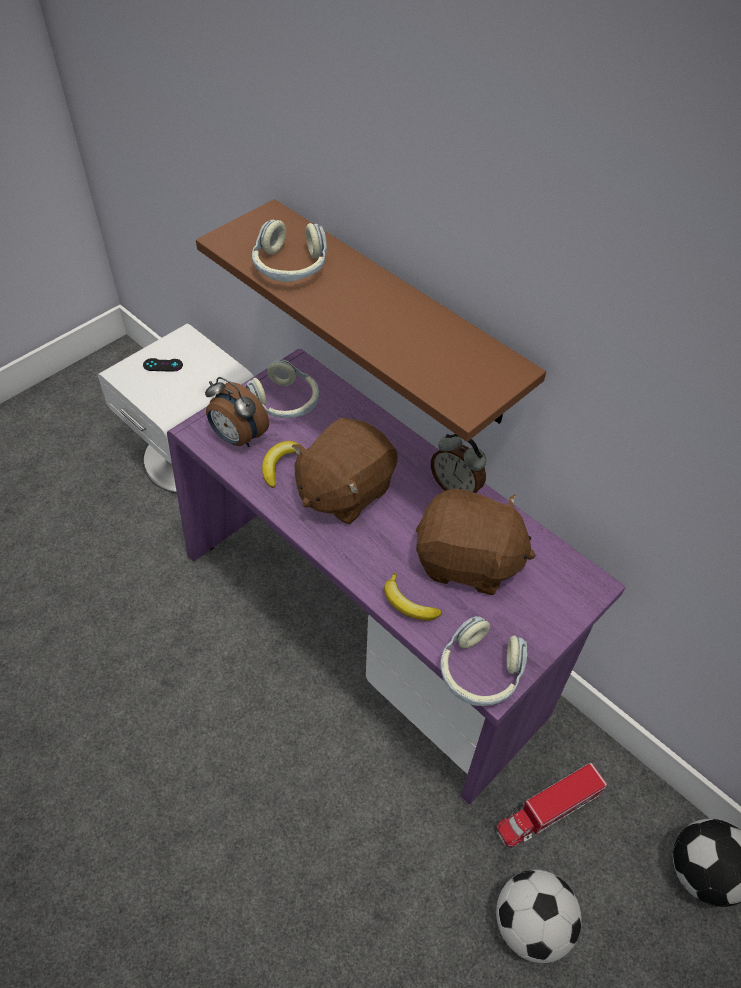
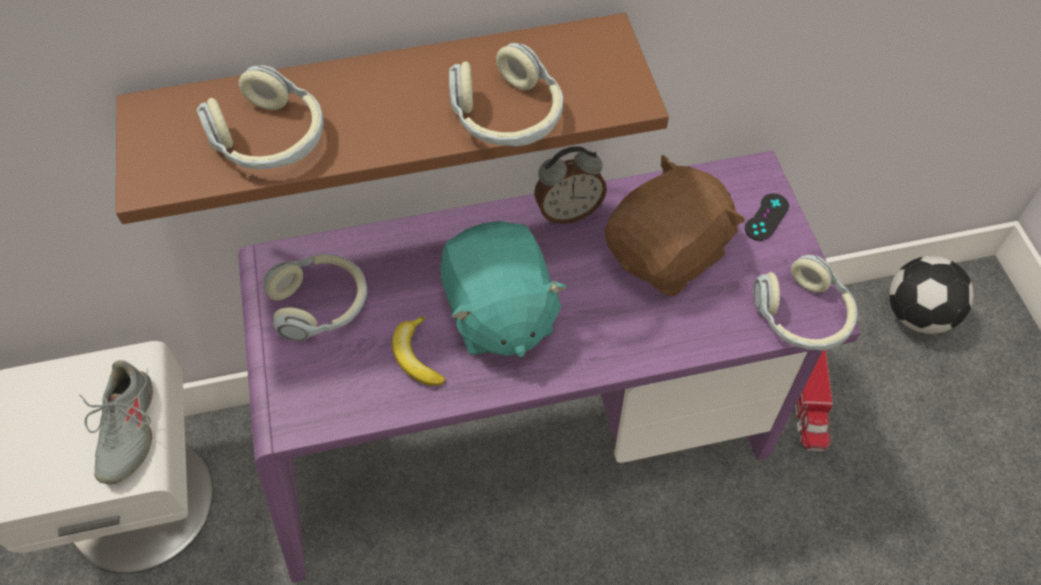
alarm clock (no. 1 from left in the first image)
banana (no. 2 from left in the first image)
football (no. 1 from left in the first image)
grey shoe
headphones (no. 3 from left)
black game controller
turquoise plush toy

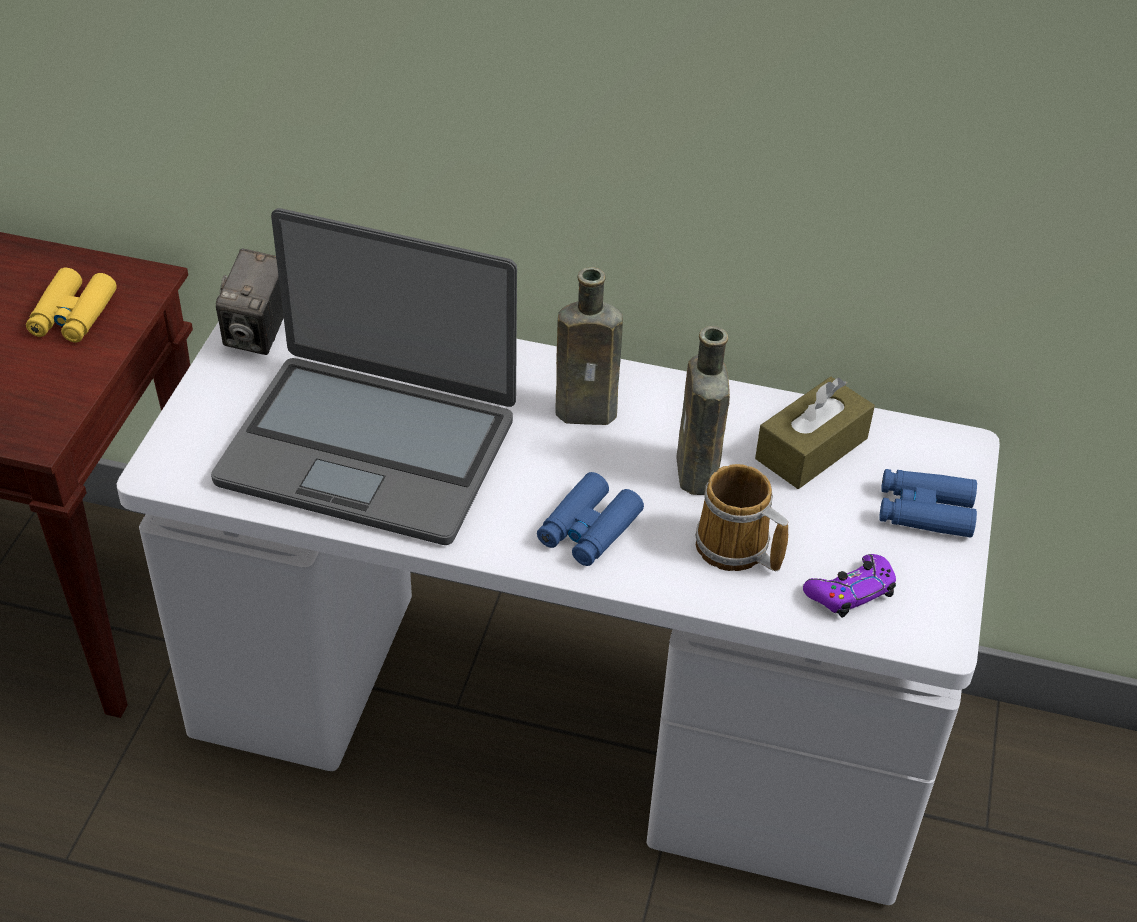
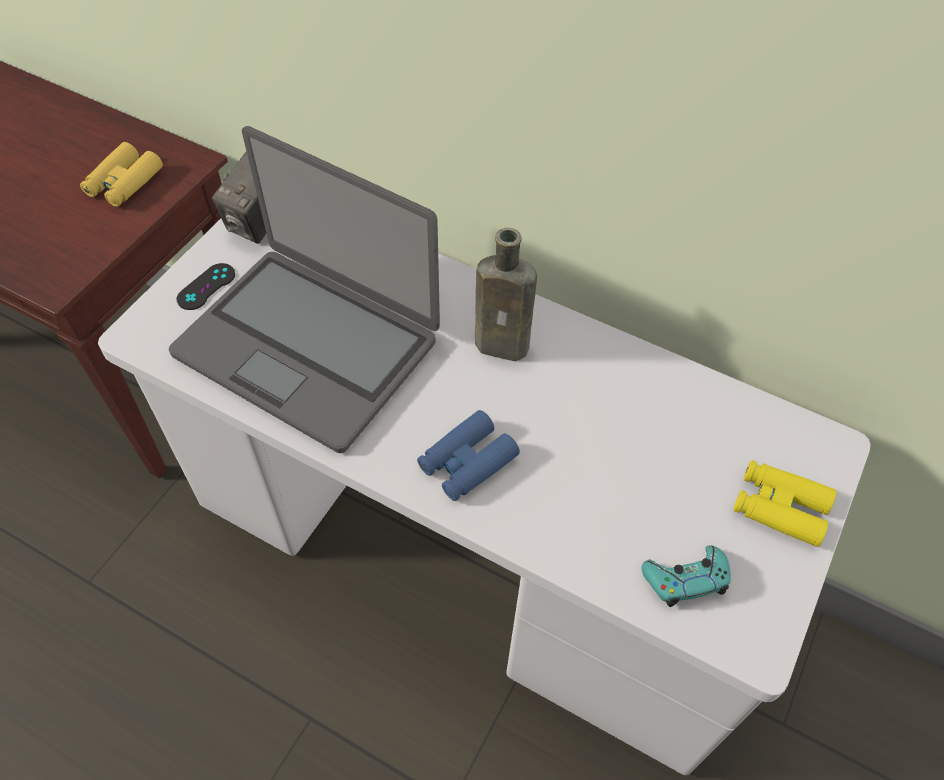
brown bottle (no. 2 from left in the first image)
mug
brown tissue box
black game controller
turquoise game controller
yellow binoculars (no. 2 from left)

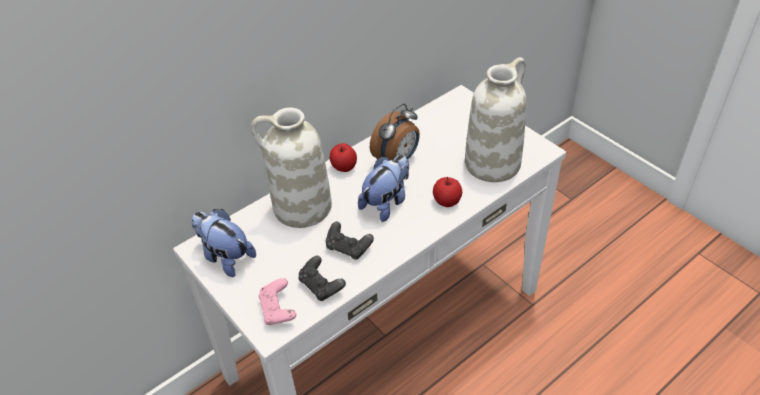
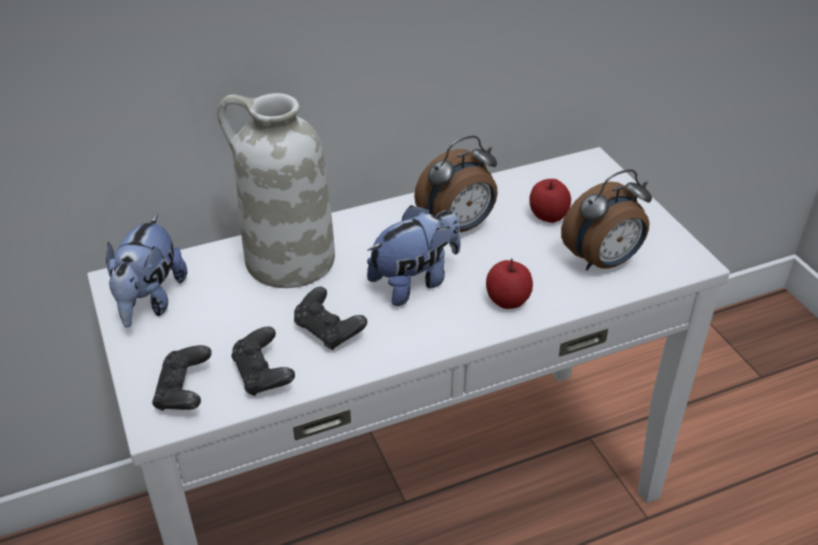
apple (no. 2 from left)
alarm clock (no. 2 from left)
black game controller (no. 1 from left)
plush toy (no. 1 from left)

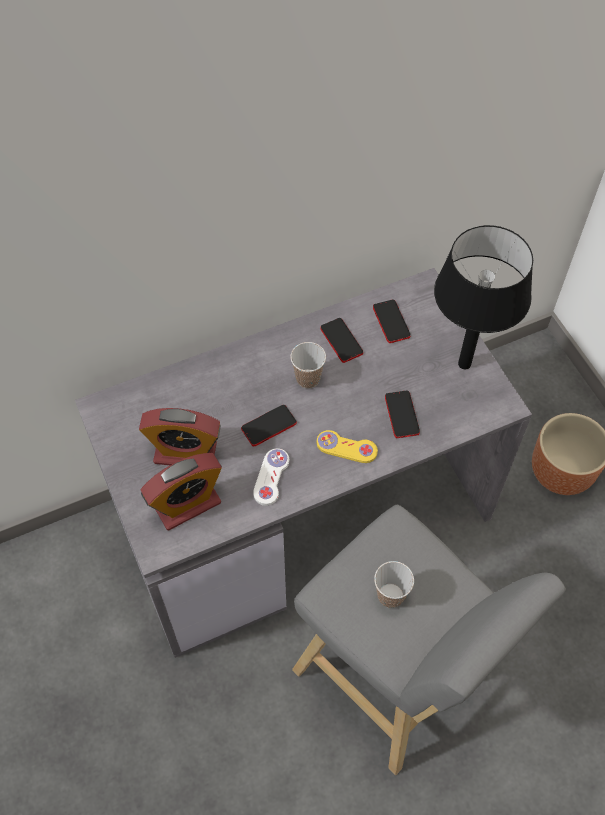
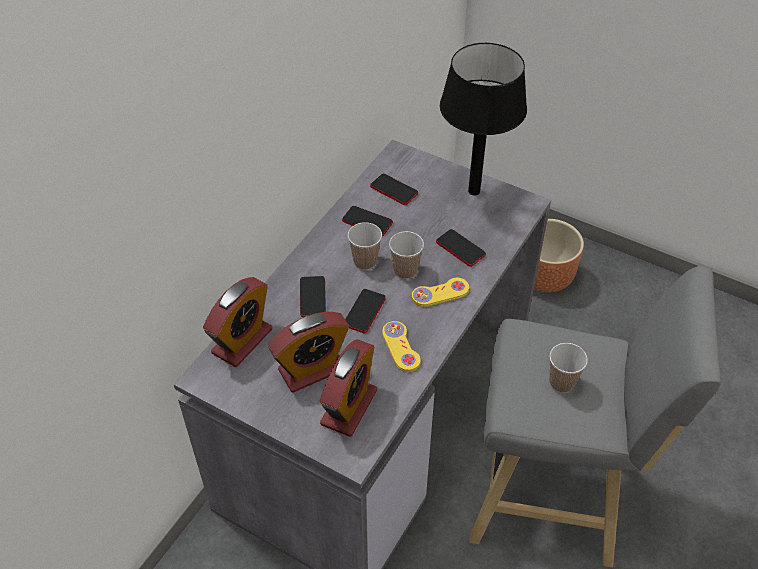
alarm clock (no. 1 from left)
phone (no. 1 from left)
cup (no. 2 from left)
yellow game controller (no. 1 from left)

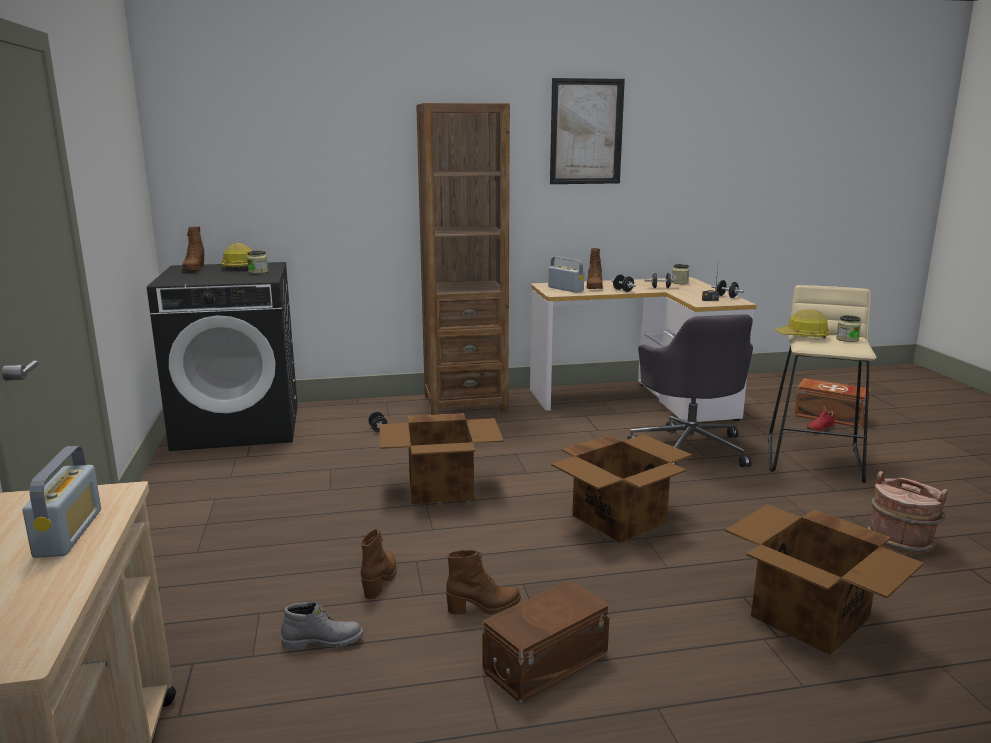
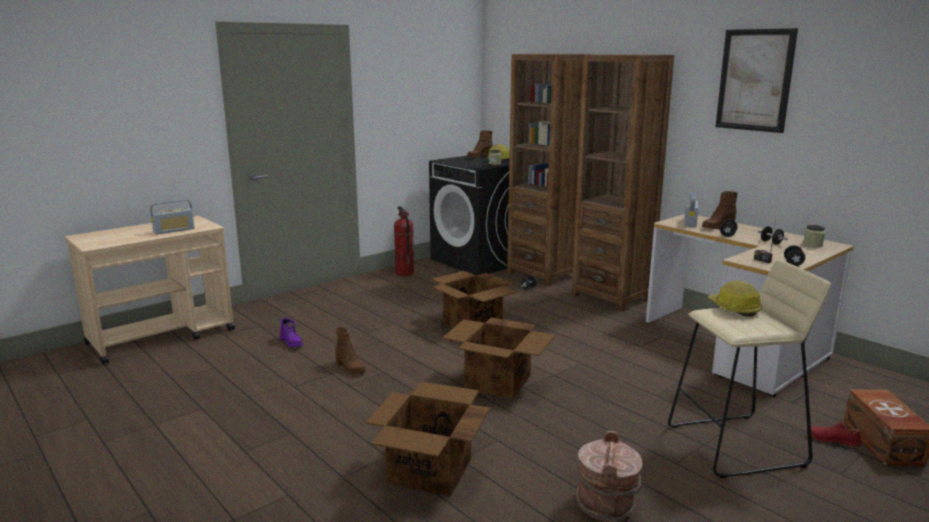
brown boot (no. 2 from left in the first image)
brown storage box (no. 1 from left in the first image)
grey office chair
jar (no. 3 from left in the first image)
fire extinguisher
brown bookcase (no. 1 from left)
purple boot

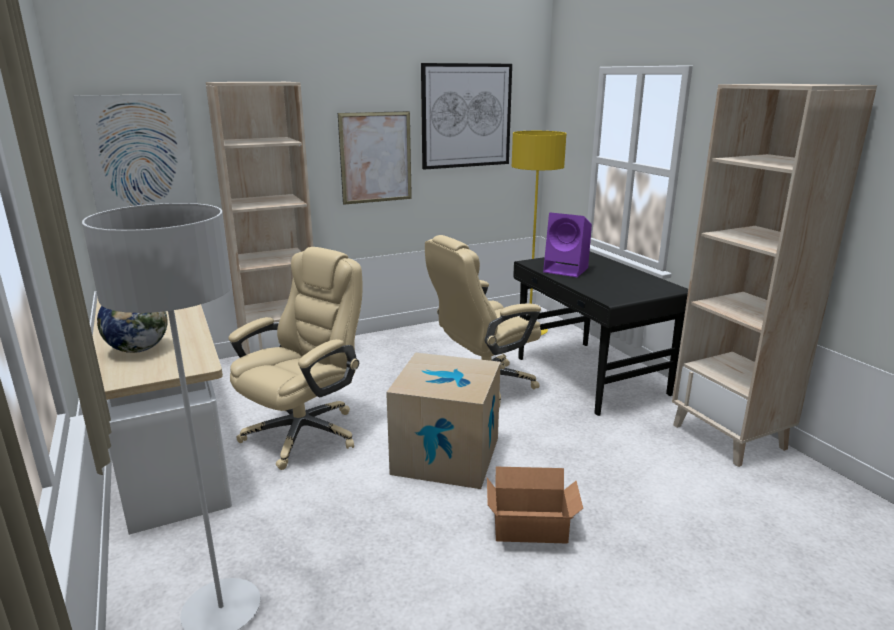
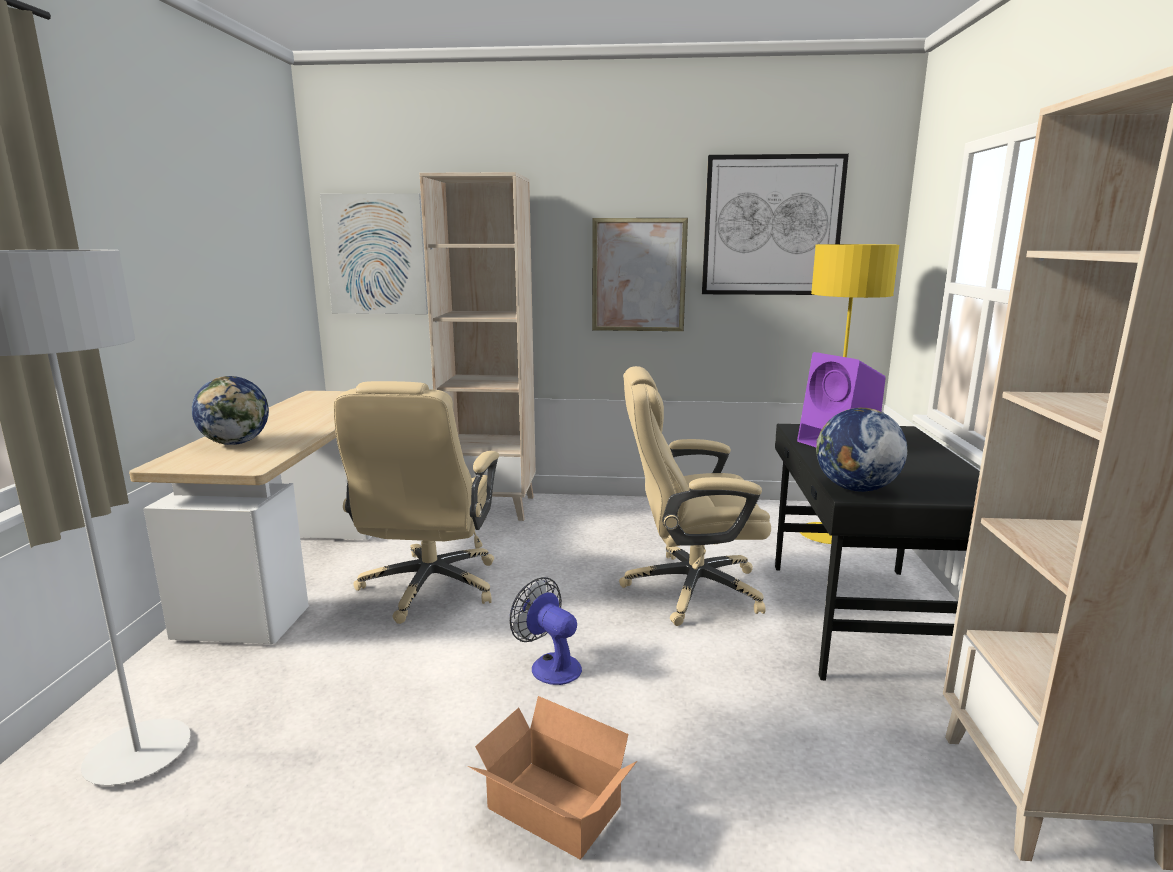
globe (no. 2 from left)
fan
beige office chair (no. 1 from left)

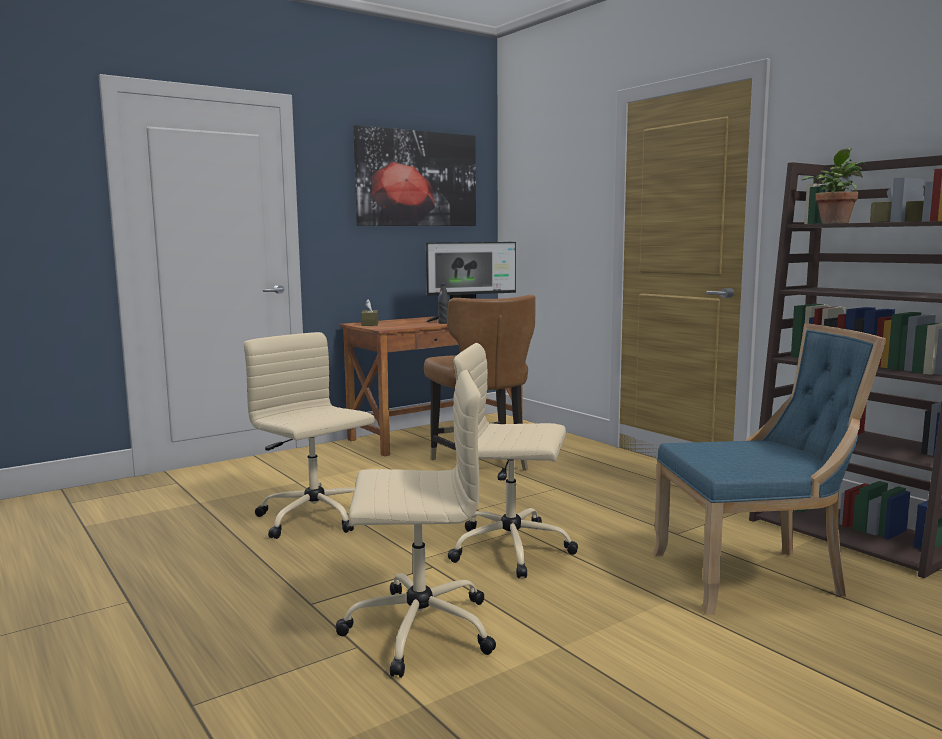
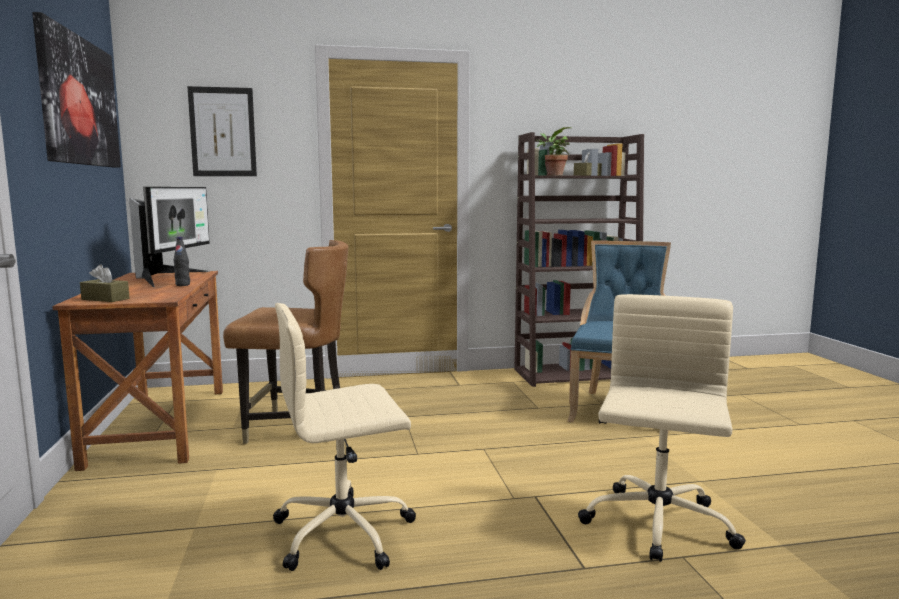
beige office chair (no. 3 from left in the first image)
picture (no. 2 from left)

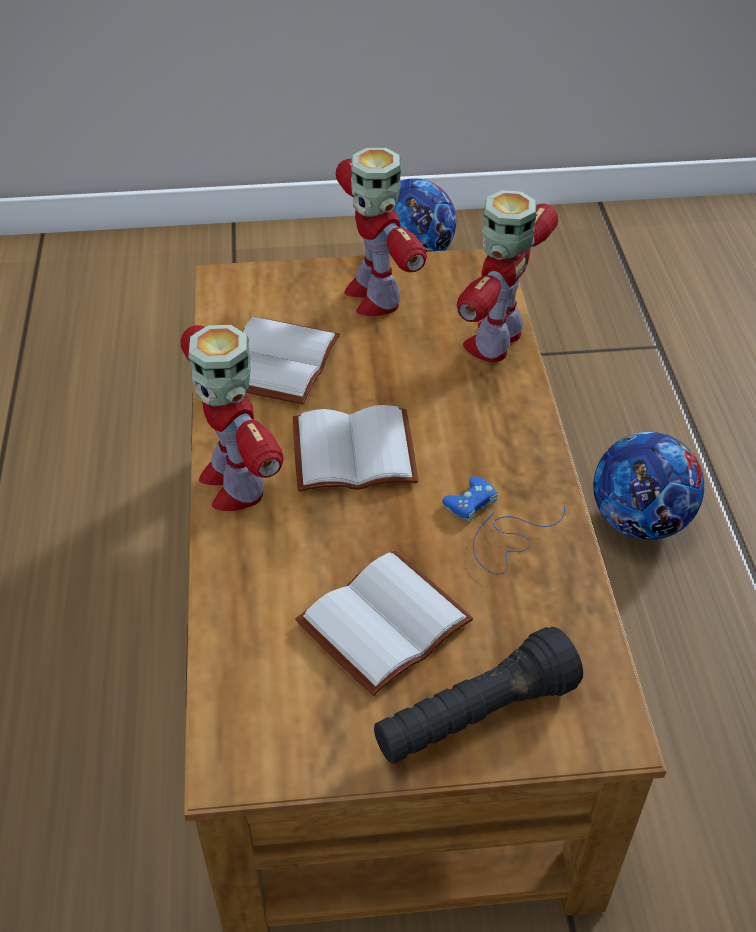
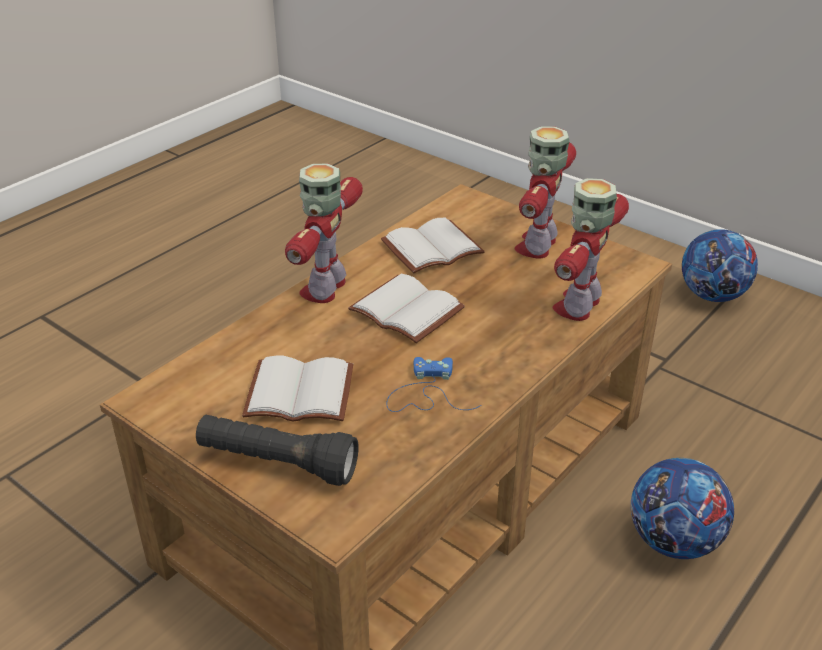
toy robot (no. 3 from left)

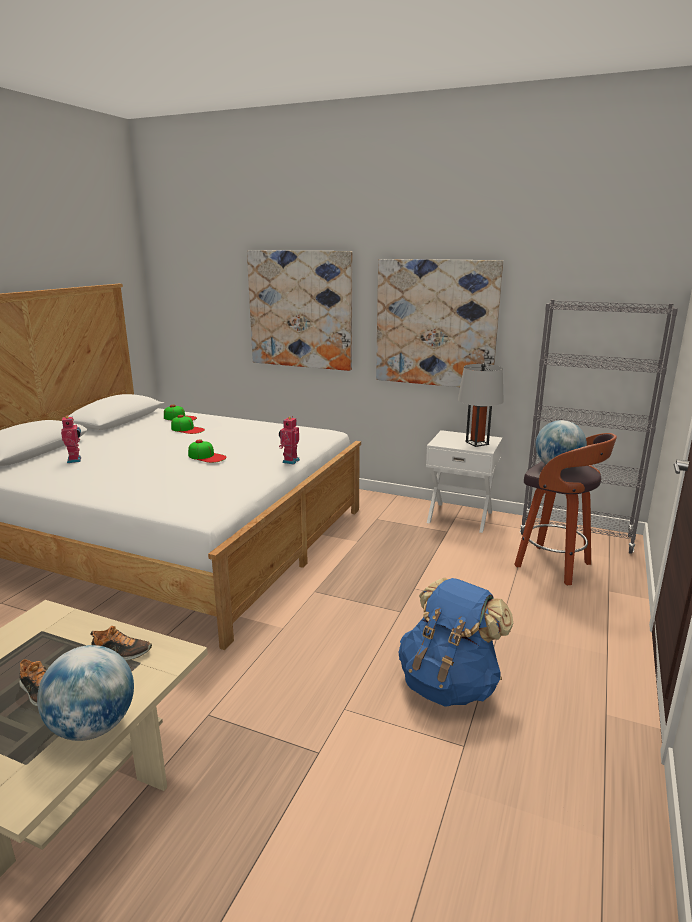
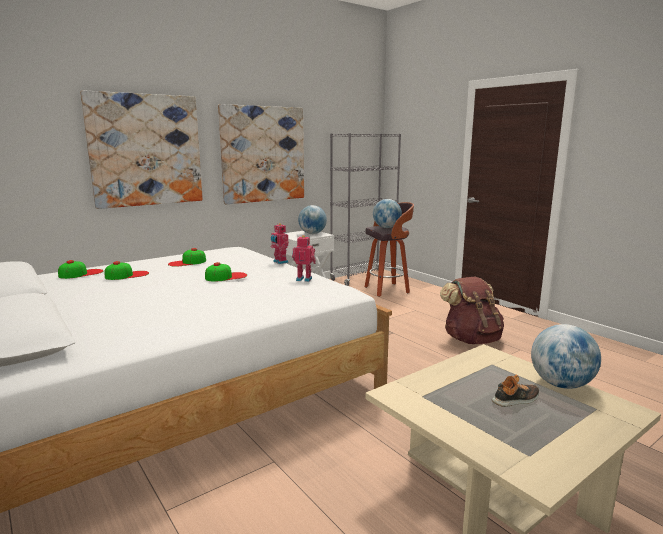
shoe (no. 2 from left in the first image)
cap (no. 3 from left)
toy robot (no. 2 from left)
globe (no. 1 from left)
brown backpack

